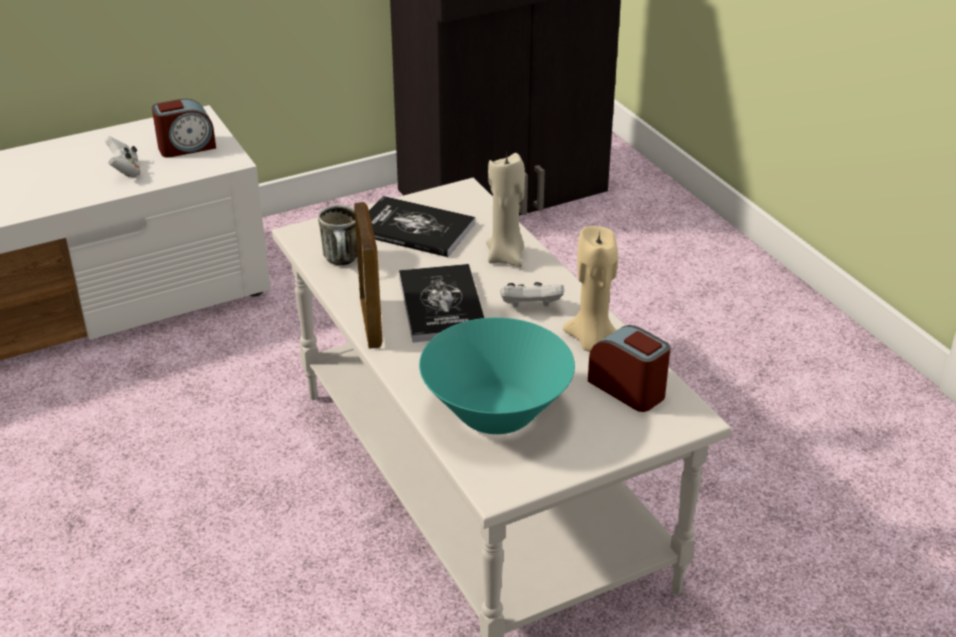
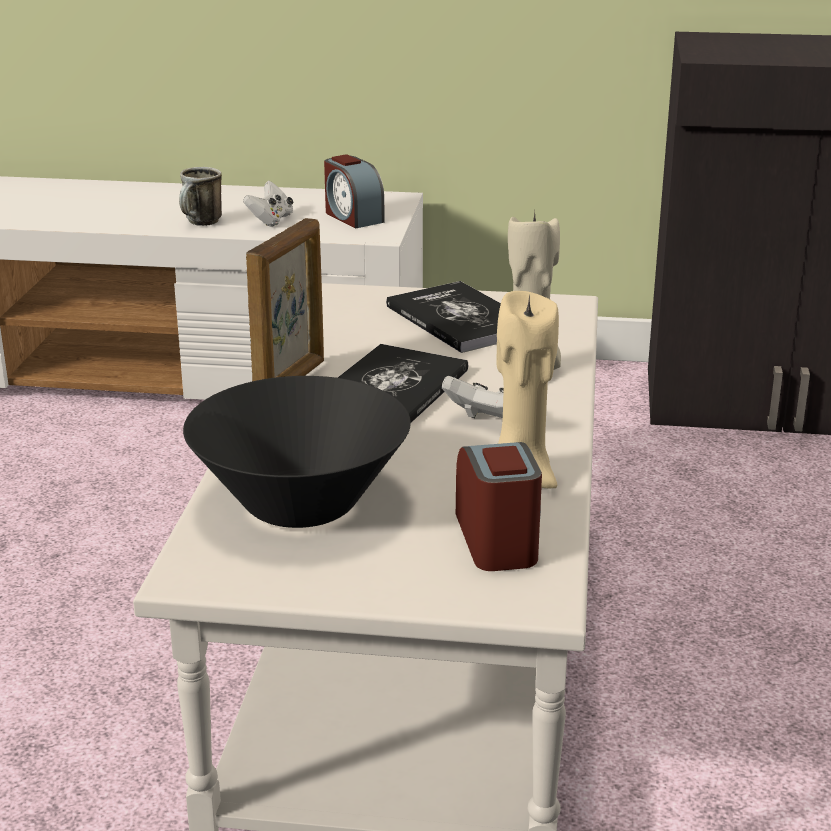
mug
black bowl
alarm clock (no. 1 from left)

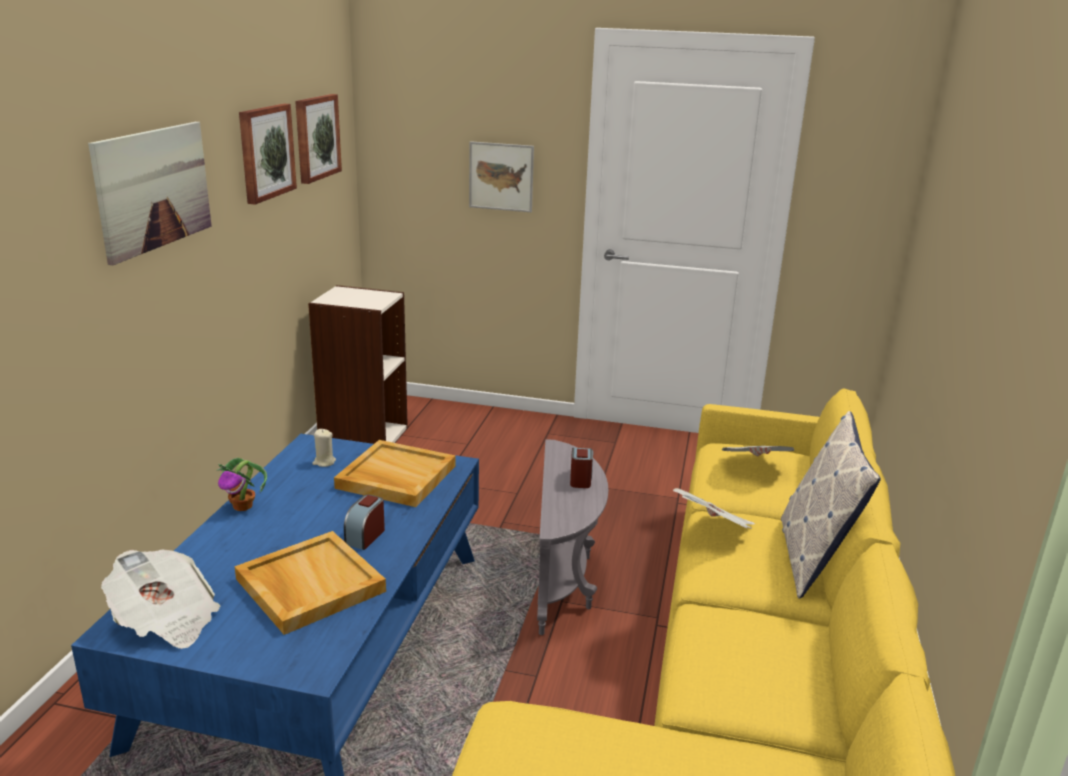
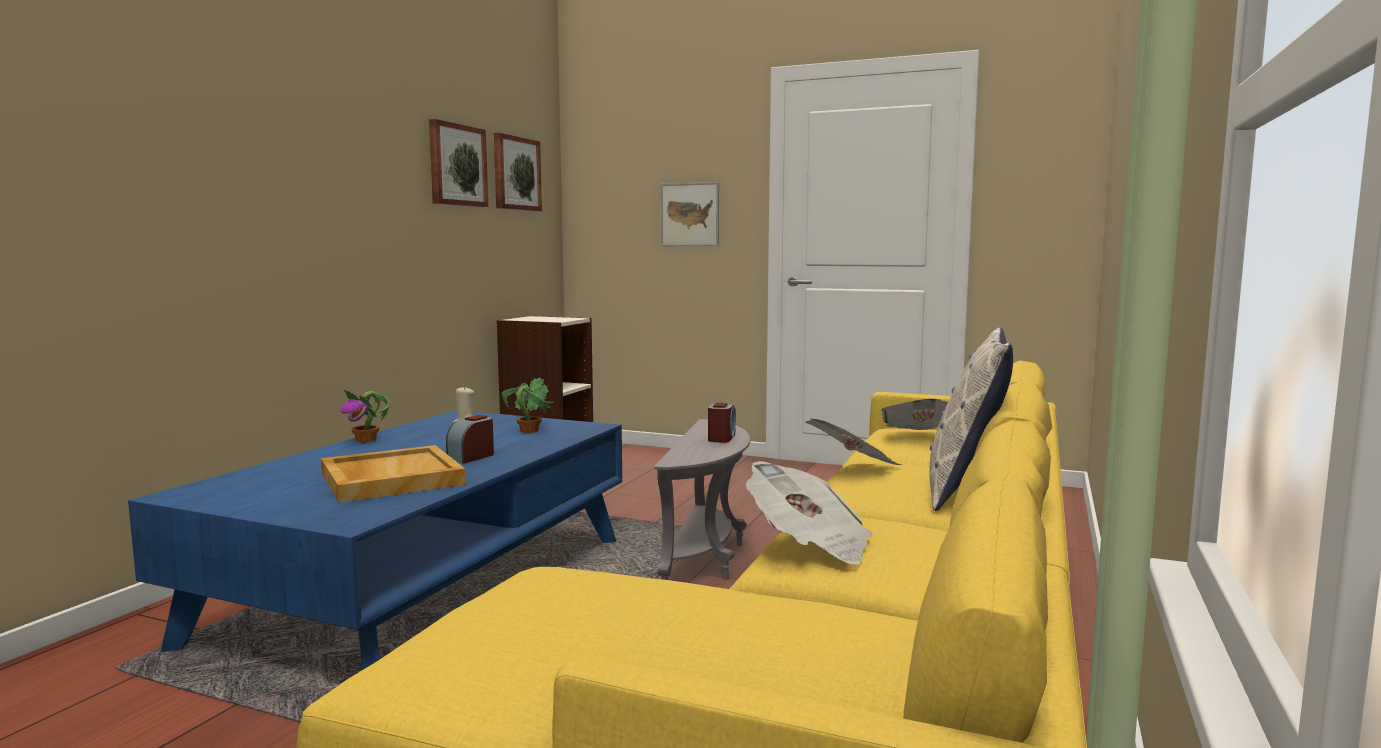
picture (no. 1 from left in the first image)
newspaper (no. 1 from left)
potted plant (no. 2 from left)

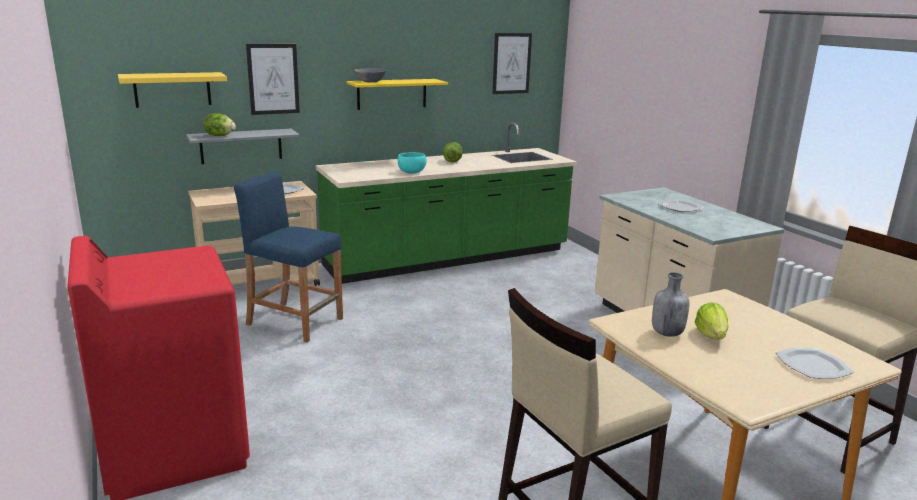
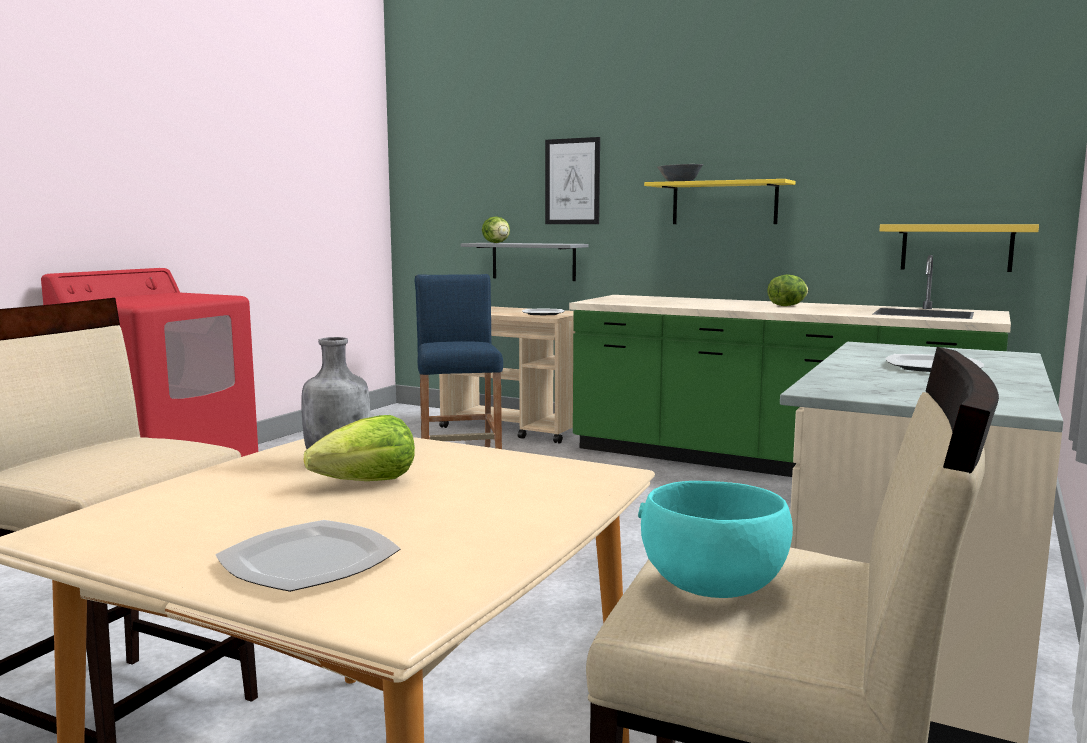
picture (no. 2 from left in the first image)
yellow shelf (no. 2 from left)
turquoise bowl

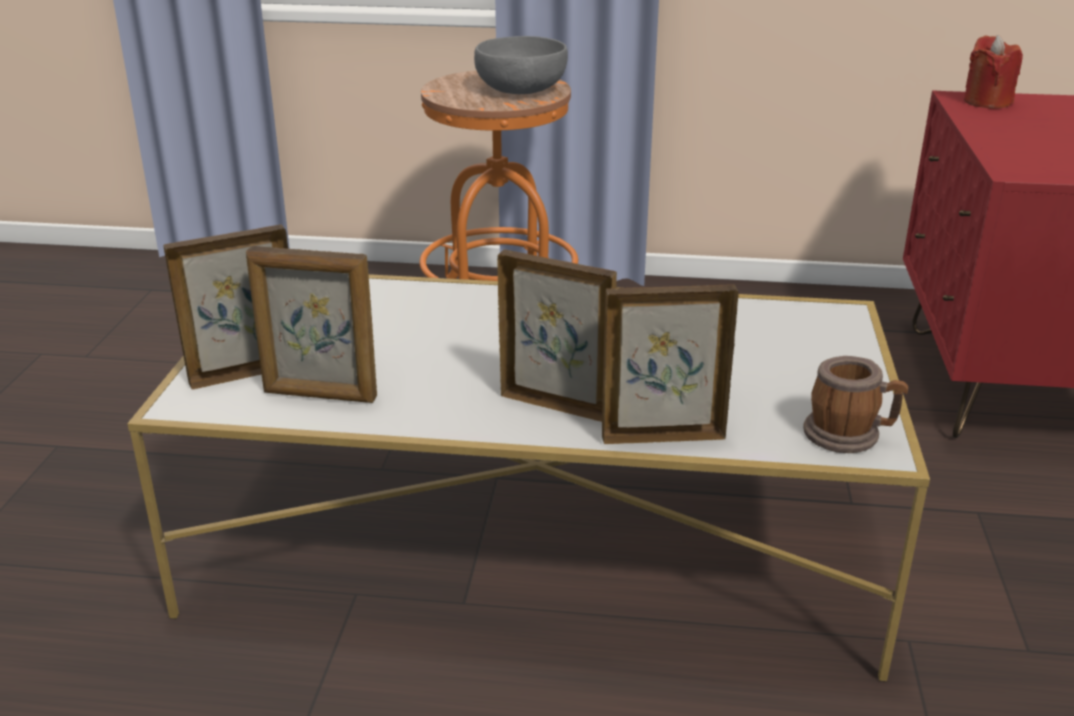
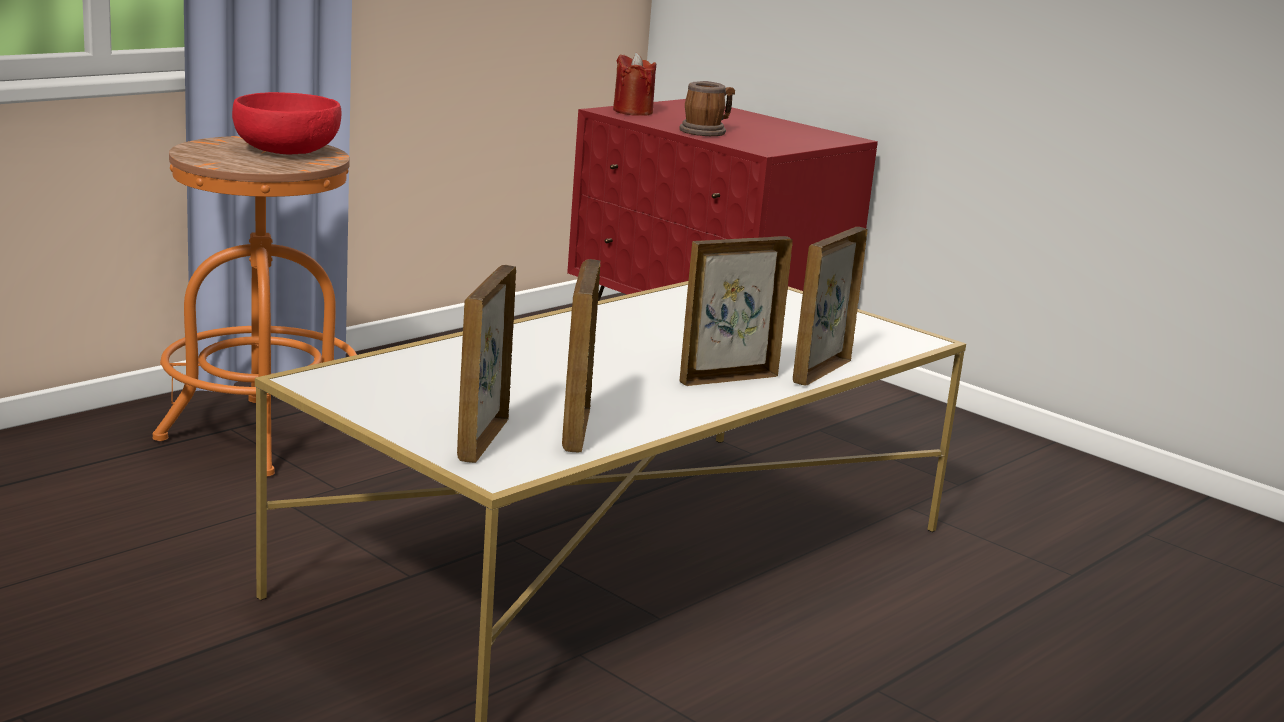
mug
red bowl
picture frame (no. 2 from left)

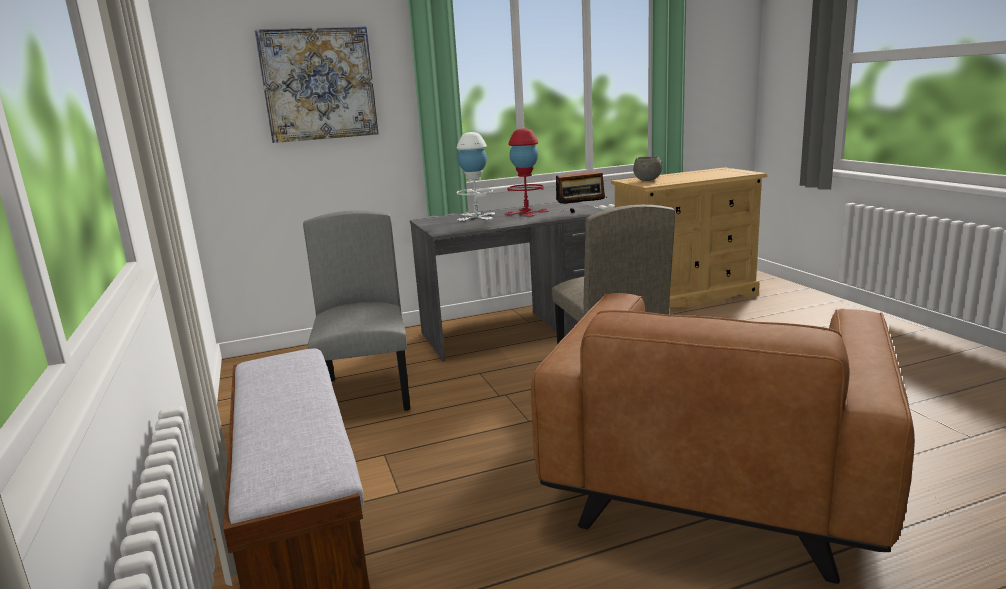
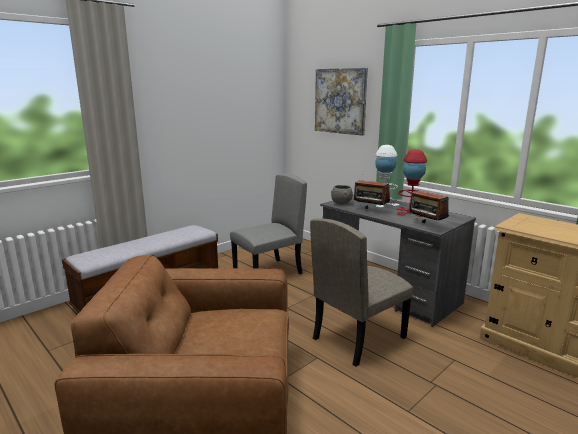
radio (no. 1 from left)
grey bowl

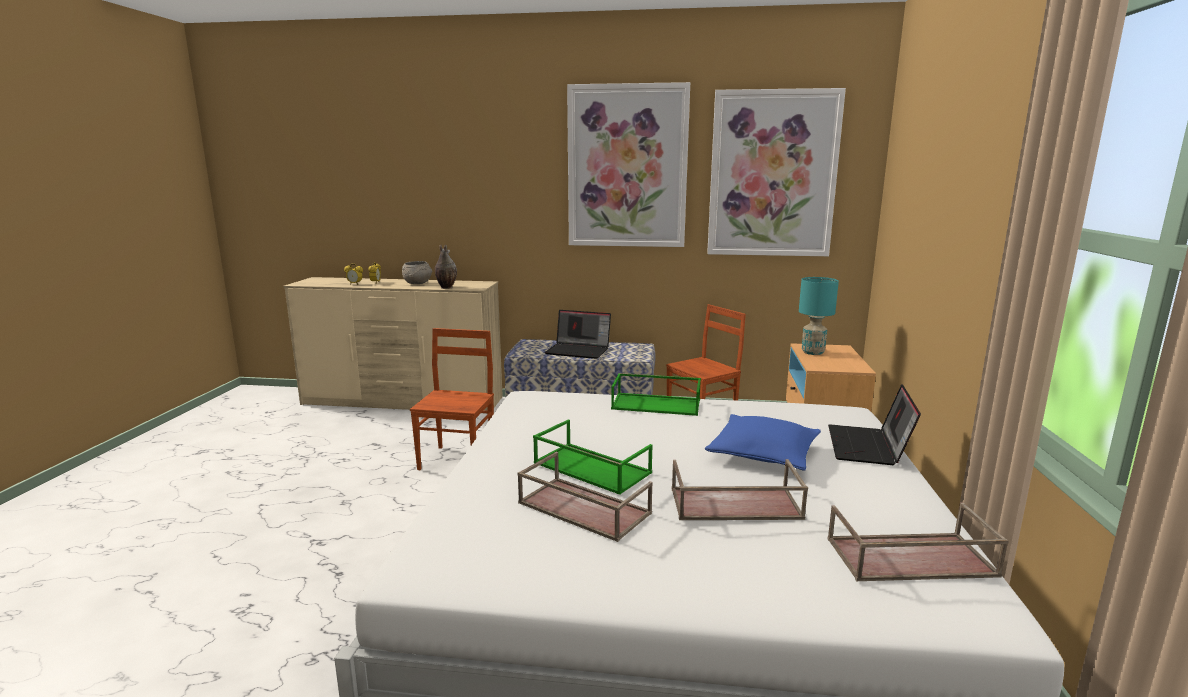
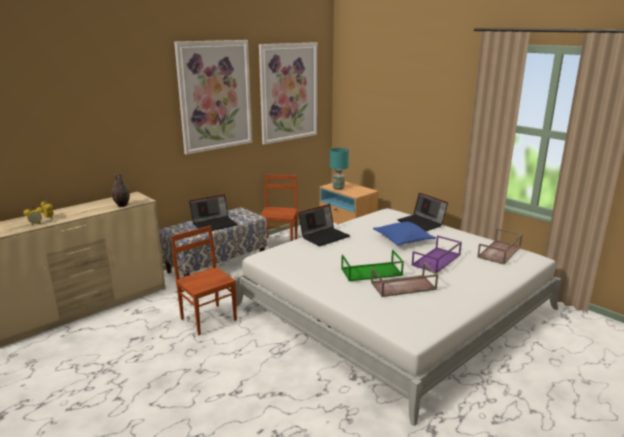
grey bowl
laptop (no. 2 from left)
purple tray

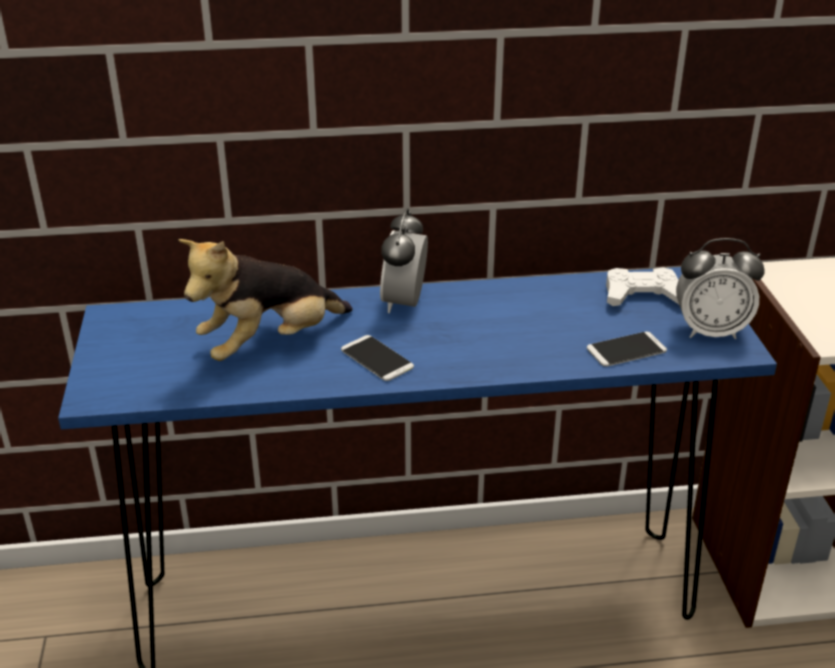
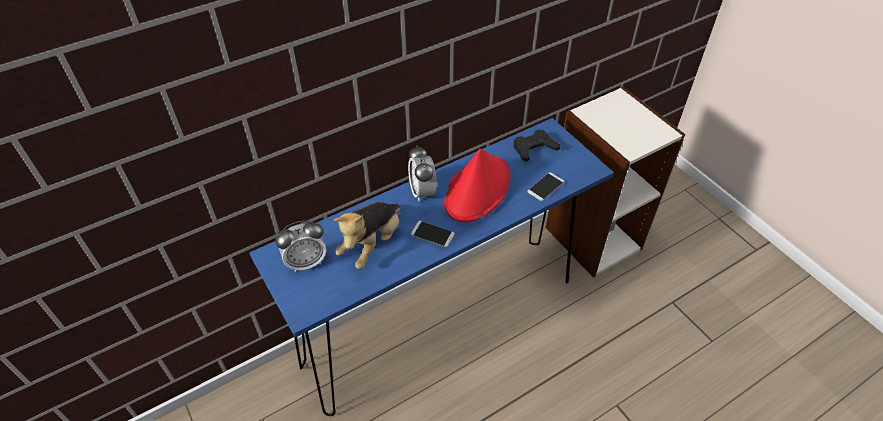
red hat
alarm clock (no. 1 from left)
black game controller

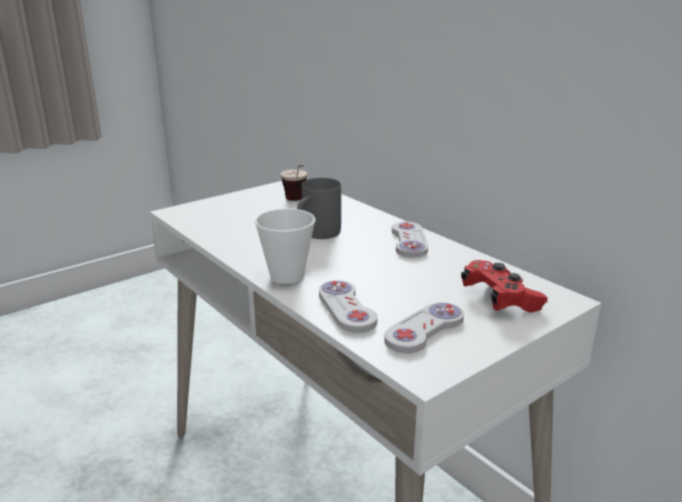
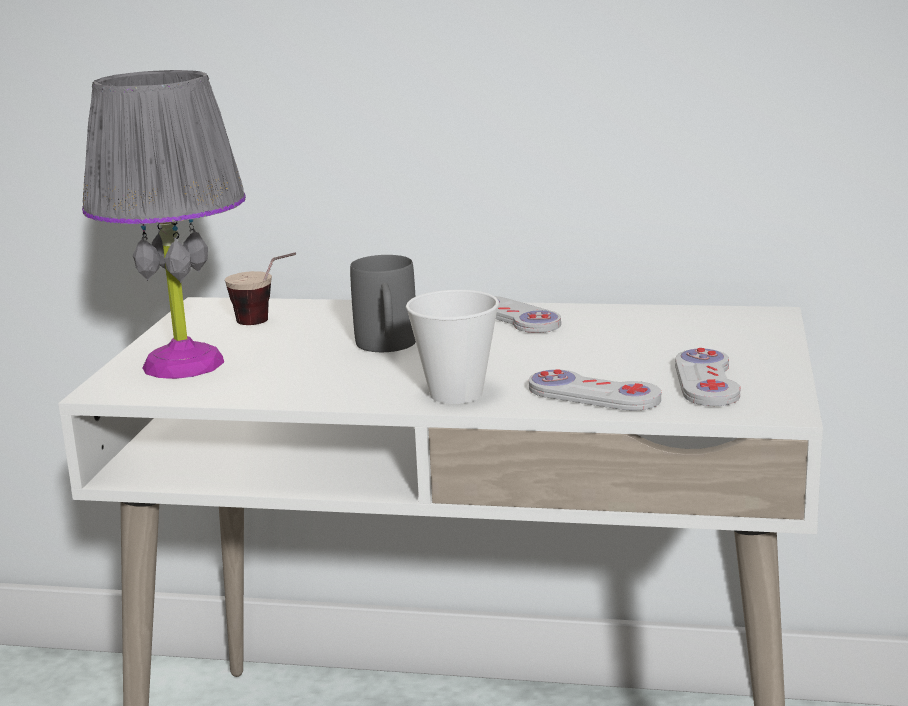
red game controller
grey table lamp

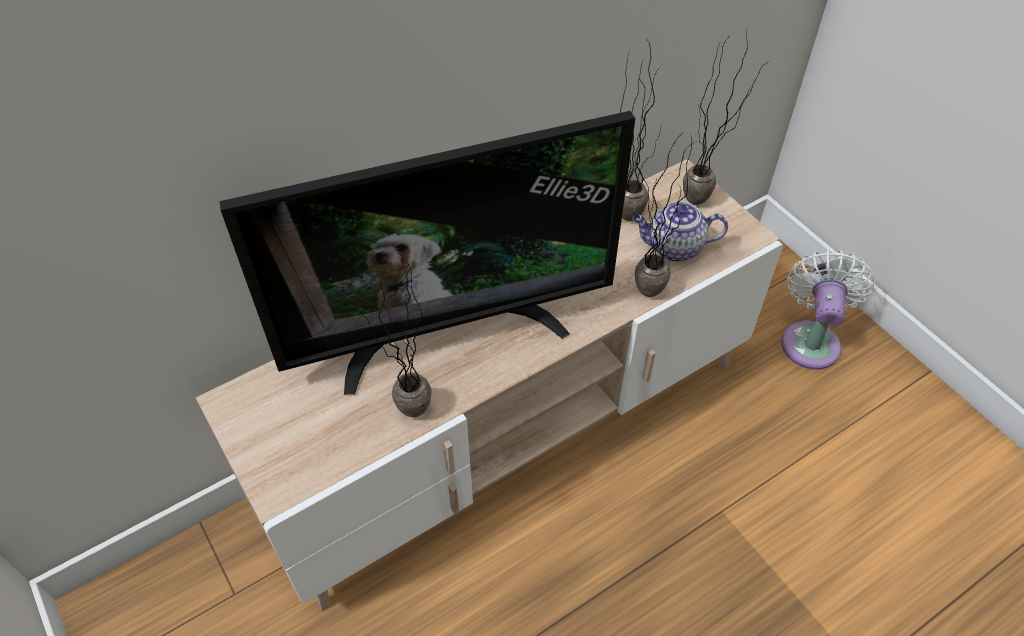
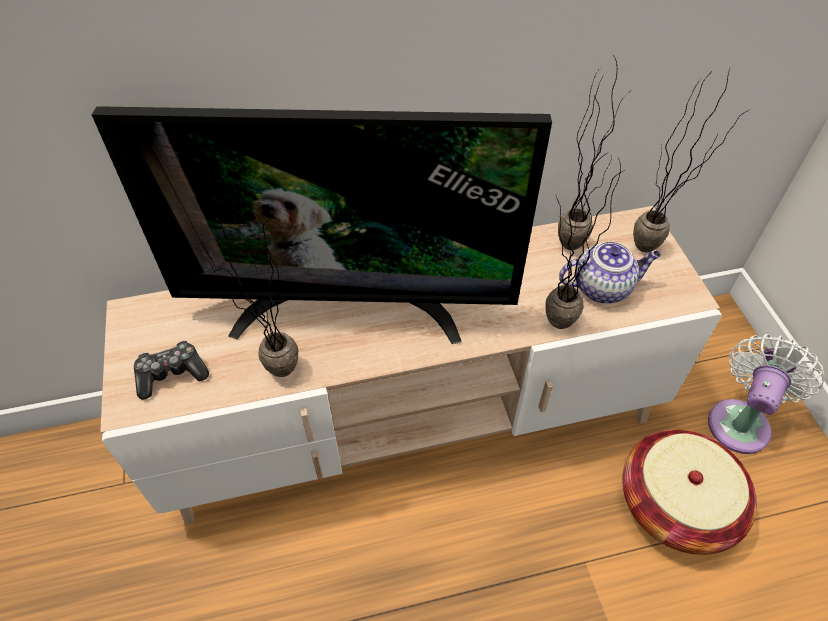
game controller
basket
teapot

